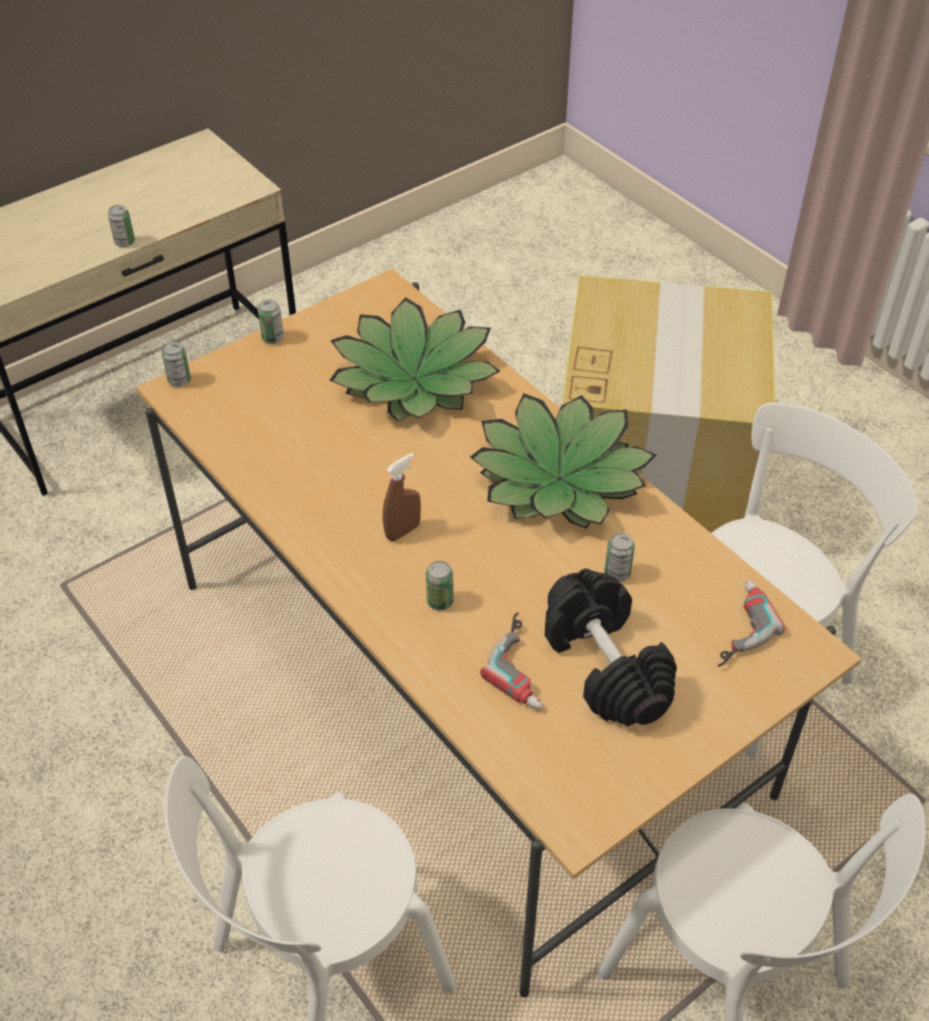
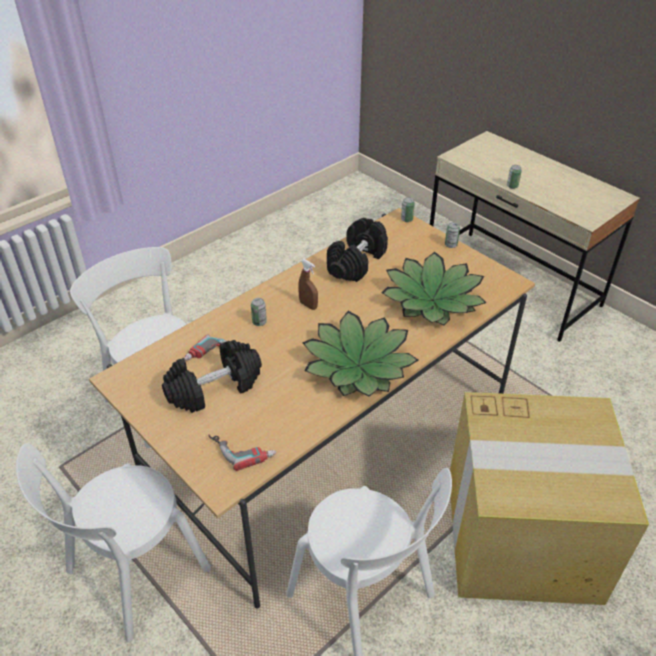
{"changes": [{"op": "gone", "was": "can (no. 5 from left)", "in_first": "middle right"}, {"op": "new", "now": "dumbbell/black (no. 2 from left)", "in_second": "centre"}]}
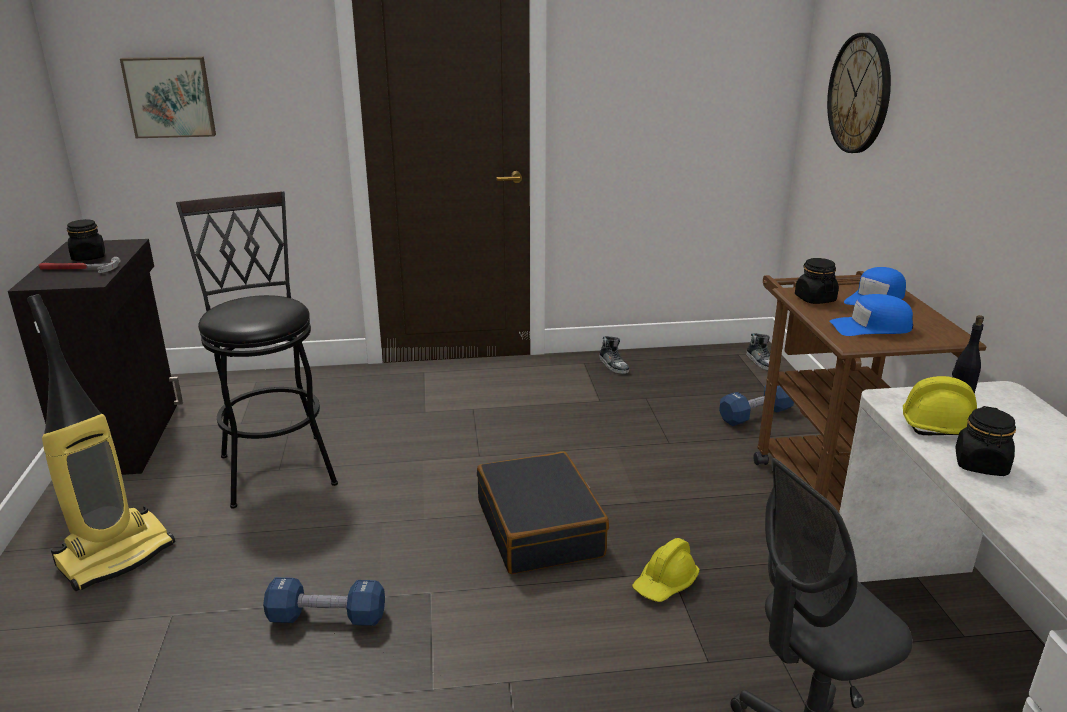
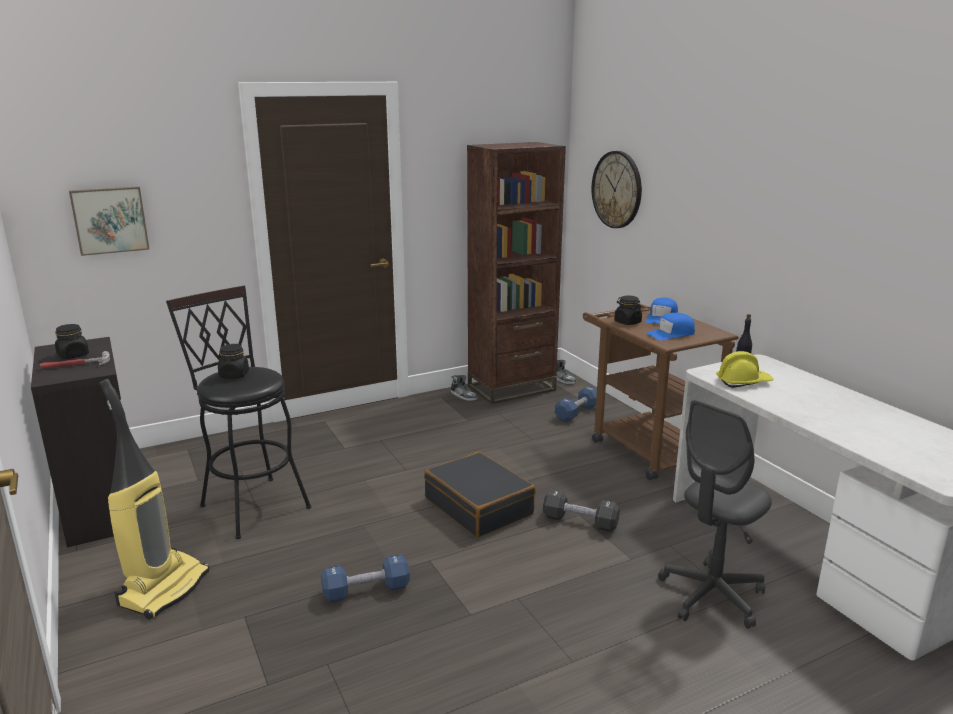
{"changes": [{"op": "swapped", "was": "hard hat/yellow (no. 1 from left)", "now": "dumbbell/black", "in_first": "bottom centre", "in_second": "bottom centre"}, {"op": "shifted", "was": "jar/black (no. 3 from left in the first image)", "now": "jar/black (no. 2 from left)", "in_first": "middle right", "in_second": "middle left"}, {"op": "new", "now": "bookcase/brown", "in_second": "centre"}]}
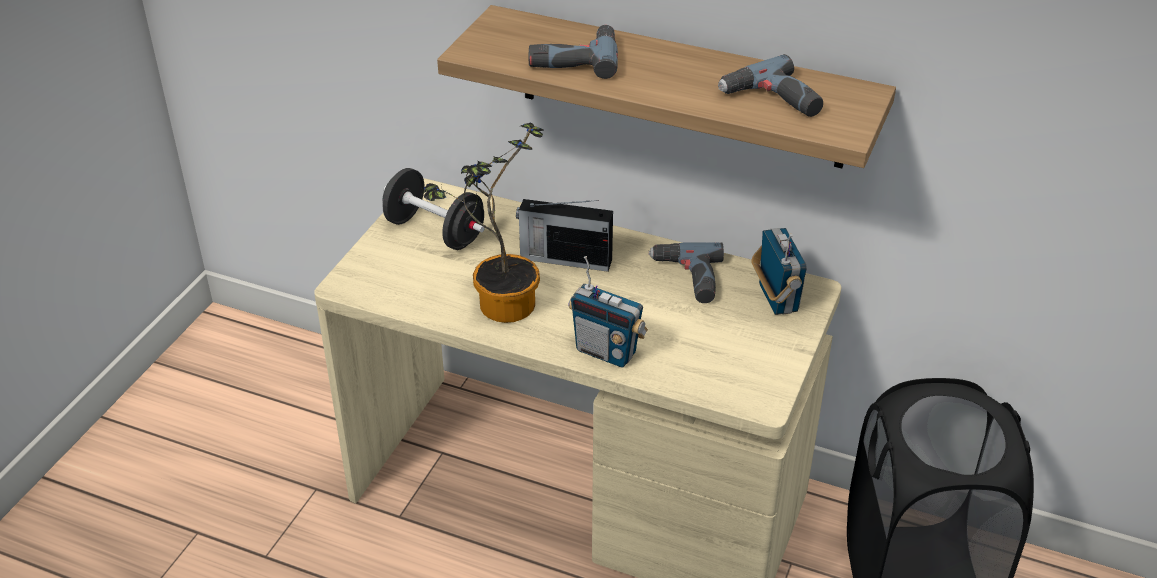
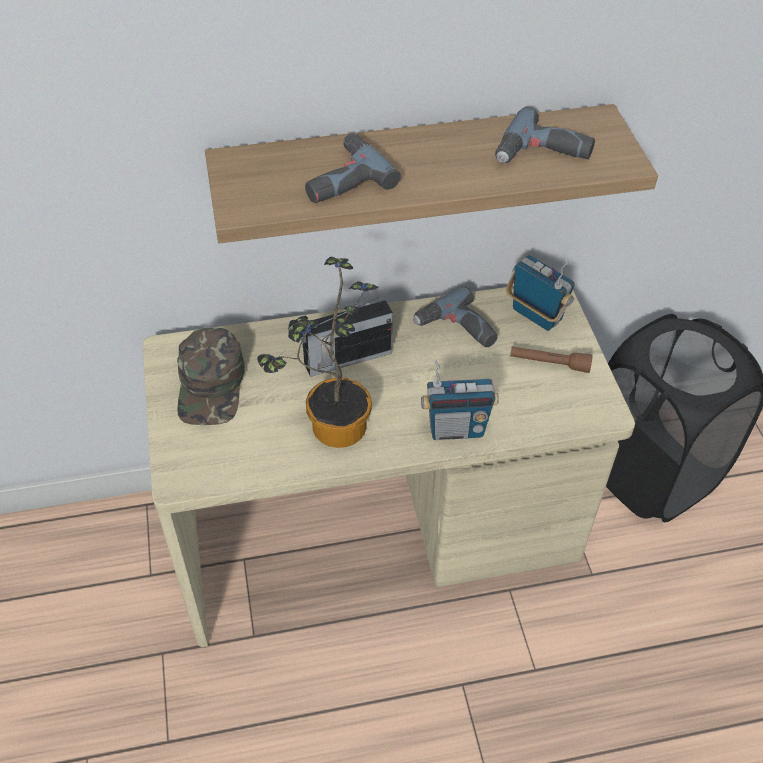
{"changes": [{"op": "swapped", "was": "dumbbell/black", "now": "cap/green", "in_first": "centre", "in_second": "middle left"}, {"op": "new", "now": "flashlight/brown", "in_second": "middle right"}]}
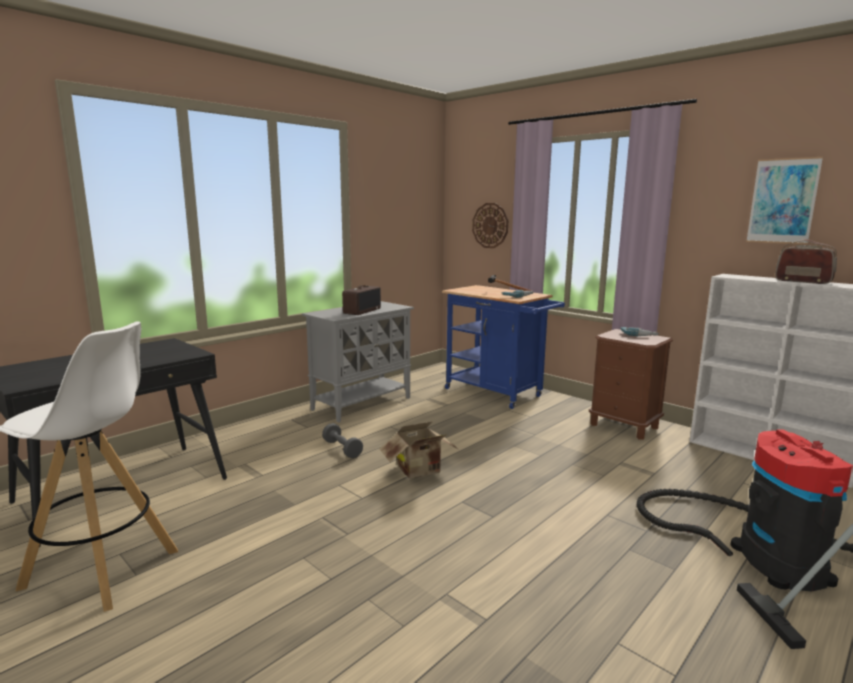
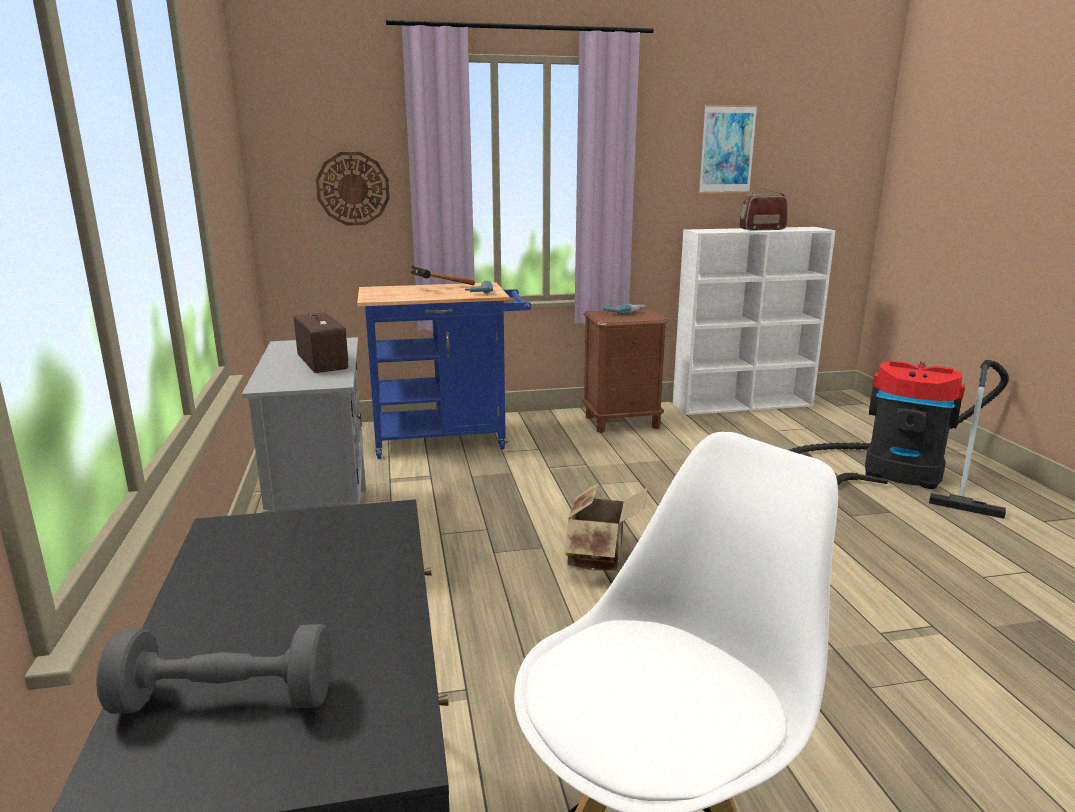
{"changes": [{"op": "shifted", "was": "dumbbell/grey", "in_first": "centre", "in_second": "bottom left"}]}
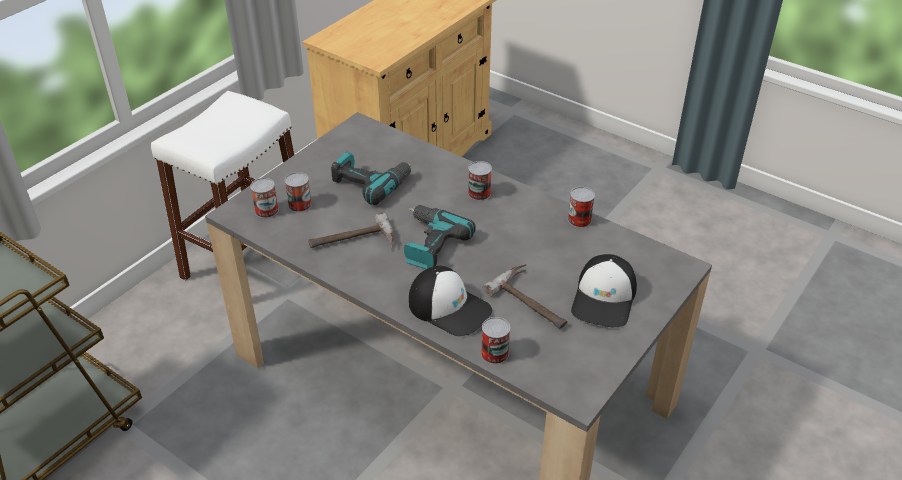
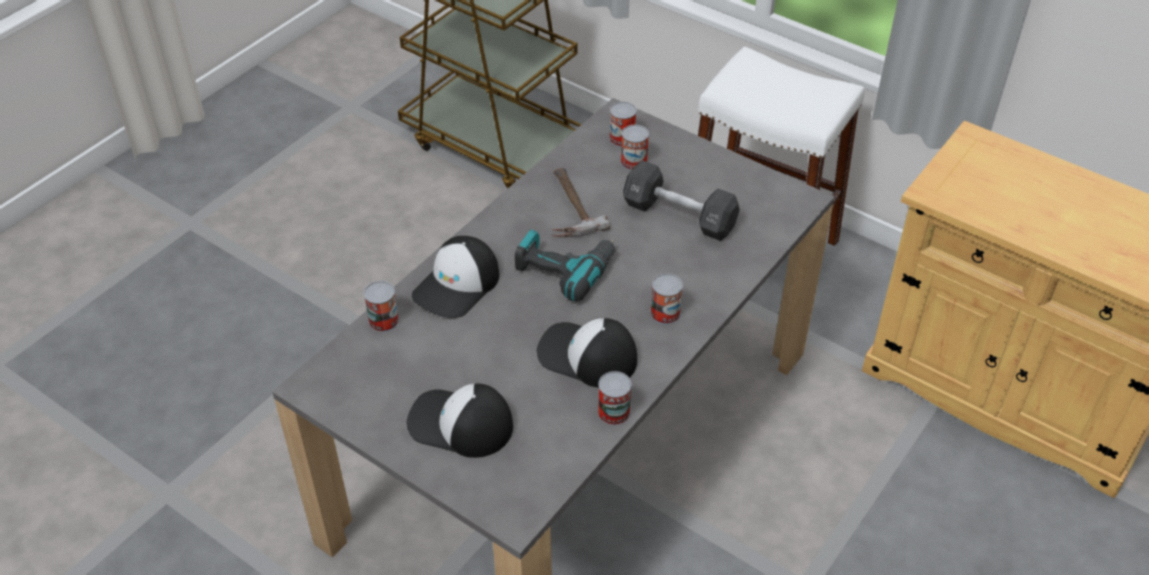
{"changes": [{"op": "swapped", "was": "power drill (no. 1 from left)", "now": "dumbbell/black", "in_first": "centre", "in_second": "centre"}, {"op": "gone", "was": "hammer (no. 2 from left)", "in_first": "centre"}, {"op": "new", "now": "cap (no. 3 from left)", "in_second": "centre"}]}
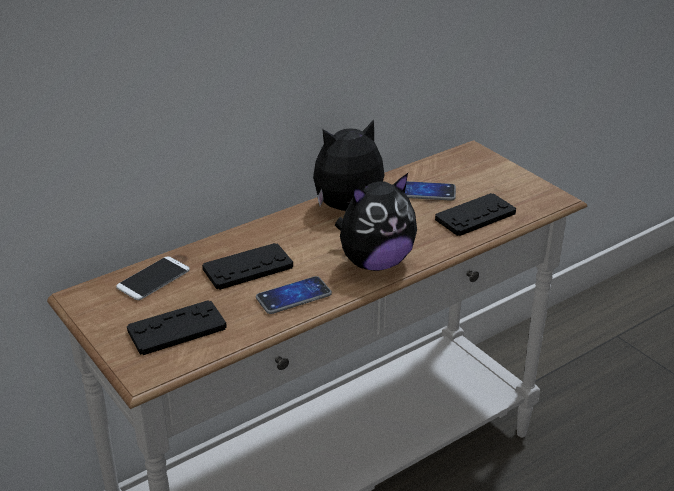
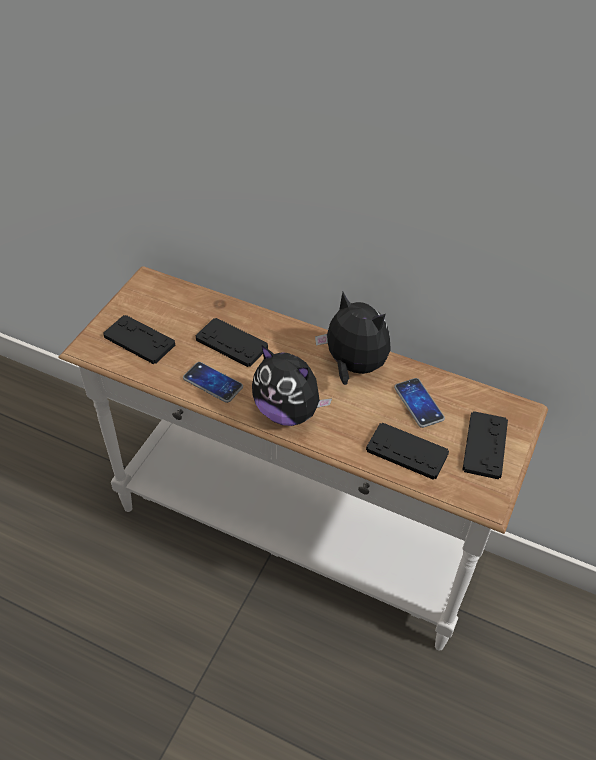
{"changes": [{"op": "gone", "was": "phone (no. 1 from left)", "in_first": "middle left"}, {"op": "new", "now": "game controller/black (no. 4 from left)", "in_second": "middle right"}]}
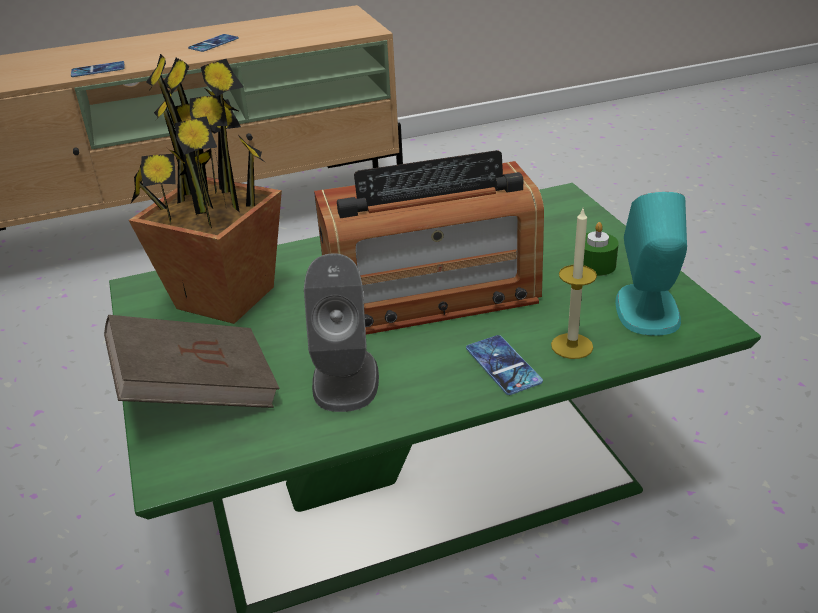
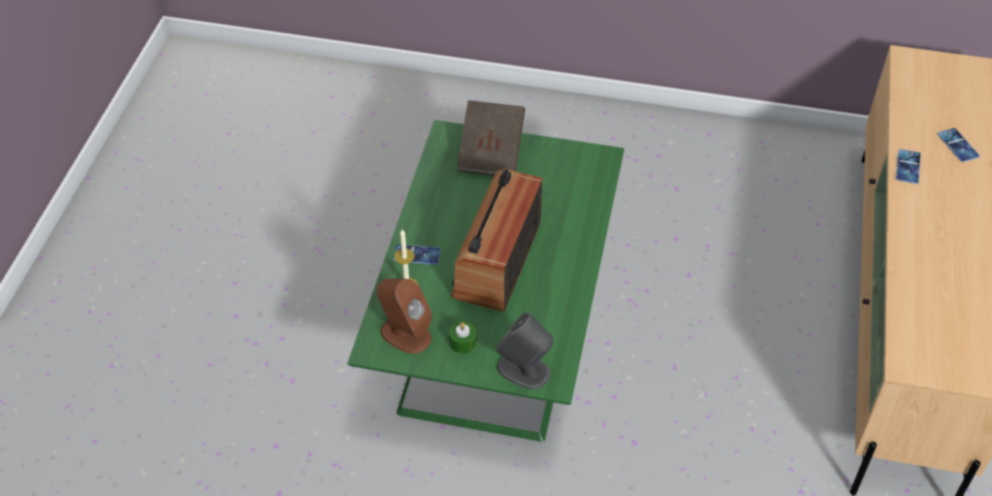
{"changes": [{"op": "gone", "was": "potted plant", "in_first": "top left"}, {"op": "shifted", "was": "phone (no. 2 from left in the first image)", "now": "phone (no. 3 from left)", "in_first": "top left", "in_second": "top right"}, {"op": "shifted", "was": "speaker/grey", "in_first": "centre", "in_second": "bottom centre"}, {"op": "repainted", "was": "speaker/turquoise", "now": "speaker/brown", "in_first": "middle right", "in_second": "centre"}]}
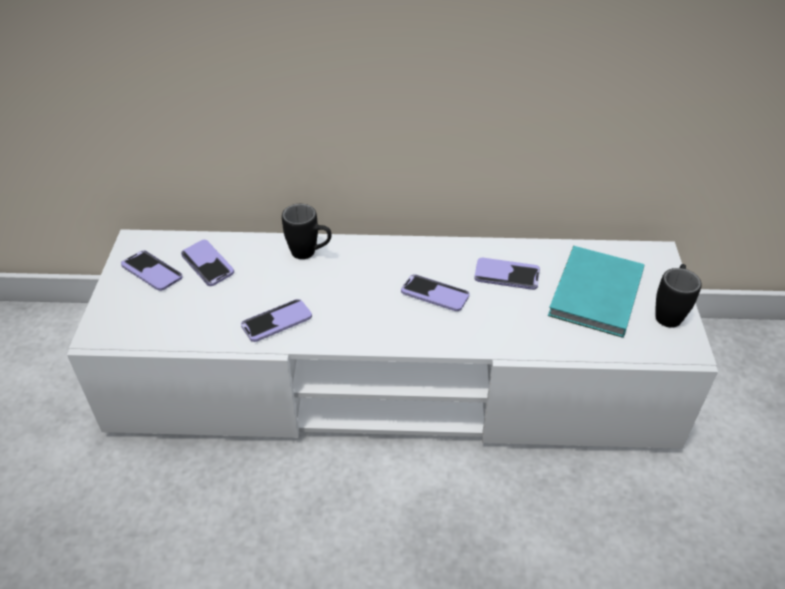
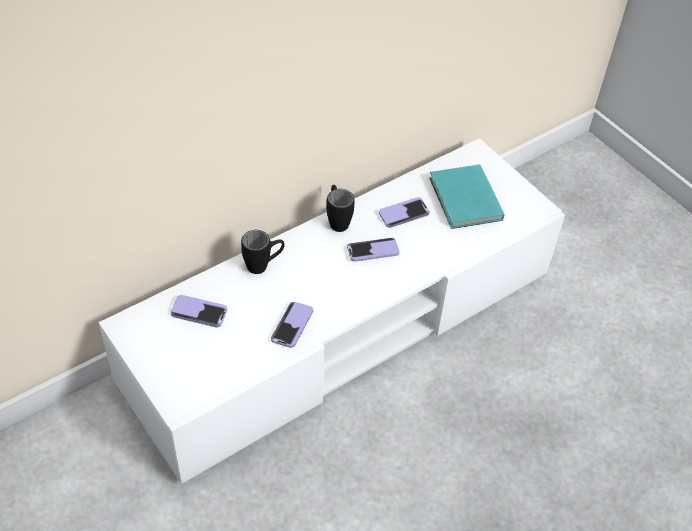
{"changes": [{"op": "gone", "was": "phone (no. 1 from left)", "in_first": "middle left"}, {"op": "shifted", "was": "mug/black (no. 2 from left)", "in_first": "middle right", "in_second": "centre"}]}
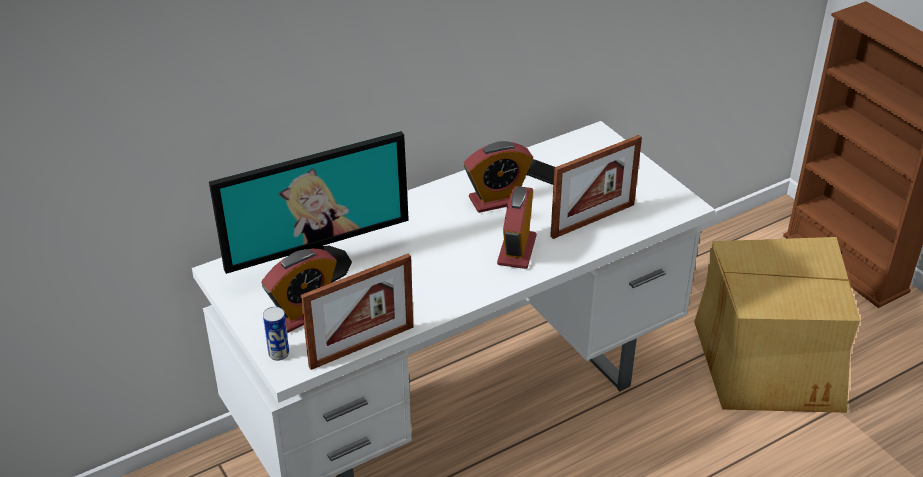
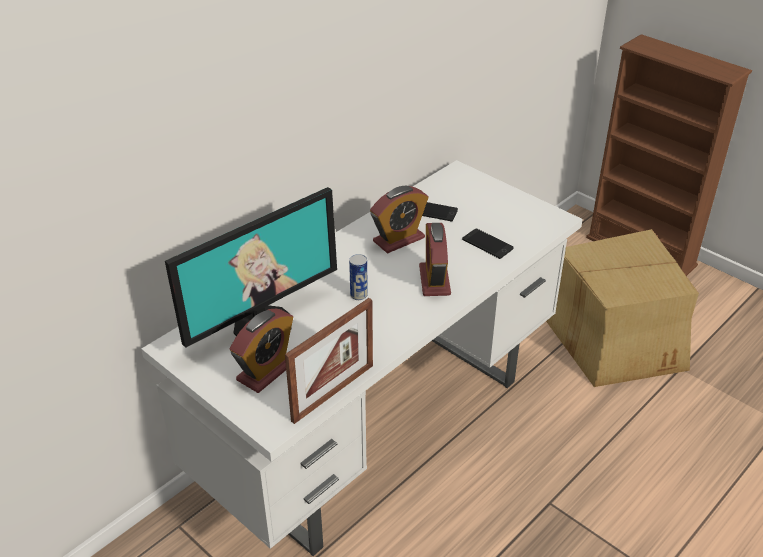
{"changes": [{"op": "shifted", "was": "can", "in_first": "bottom left", "in_second": "centre"}, {"op": "swapped", "was": "picture frame (no. 2 from left)", "now": "phone (no. 2 from left)", "in_first": "centre", "in_second": "centre"}]}
